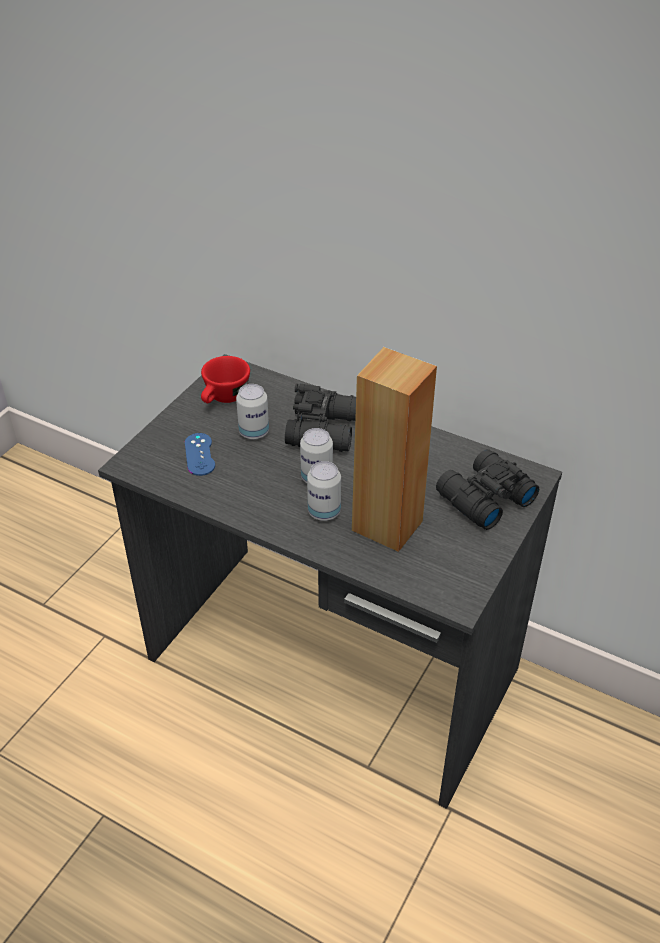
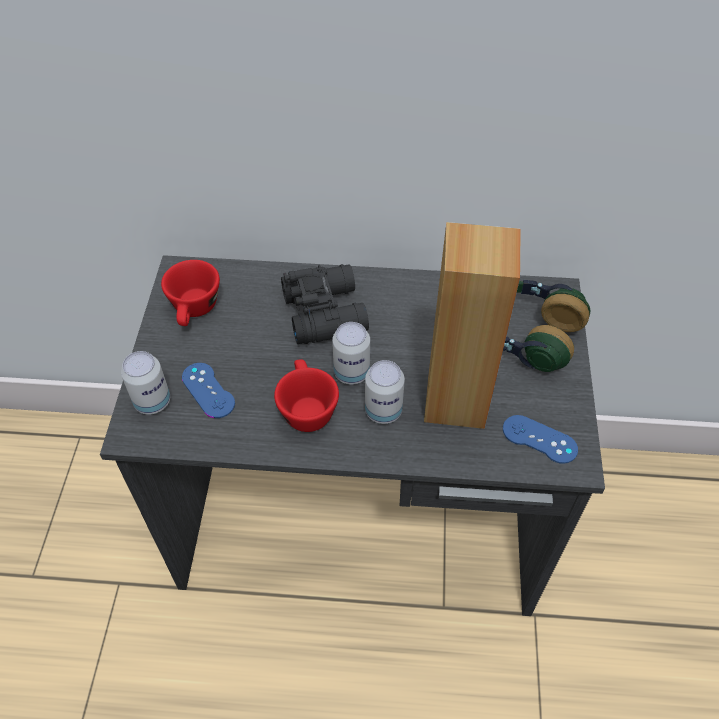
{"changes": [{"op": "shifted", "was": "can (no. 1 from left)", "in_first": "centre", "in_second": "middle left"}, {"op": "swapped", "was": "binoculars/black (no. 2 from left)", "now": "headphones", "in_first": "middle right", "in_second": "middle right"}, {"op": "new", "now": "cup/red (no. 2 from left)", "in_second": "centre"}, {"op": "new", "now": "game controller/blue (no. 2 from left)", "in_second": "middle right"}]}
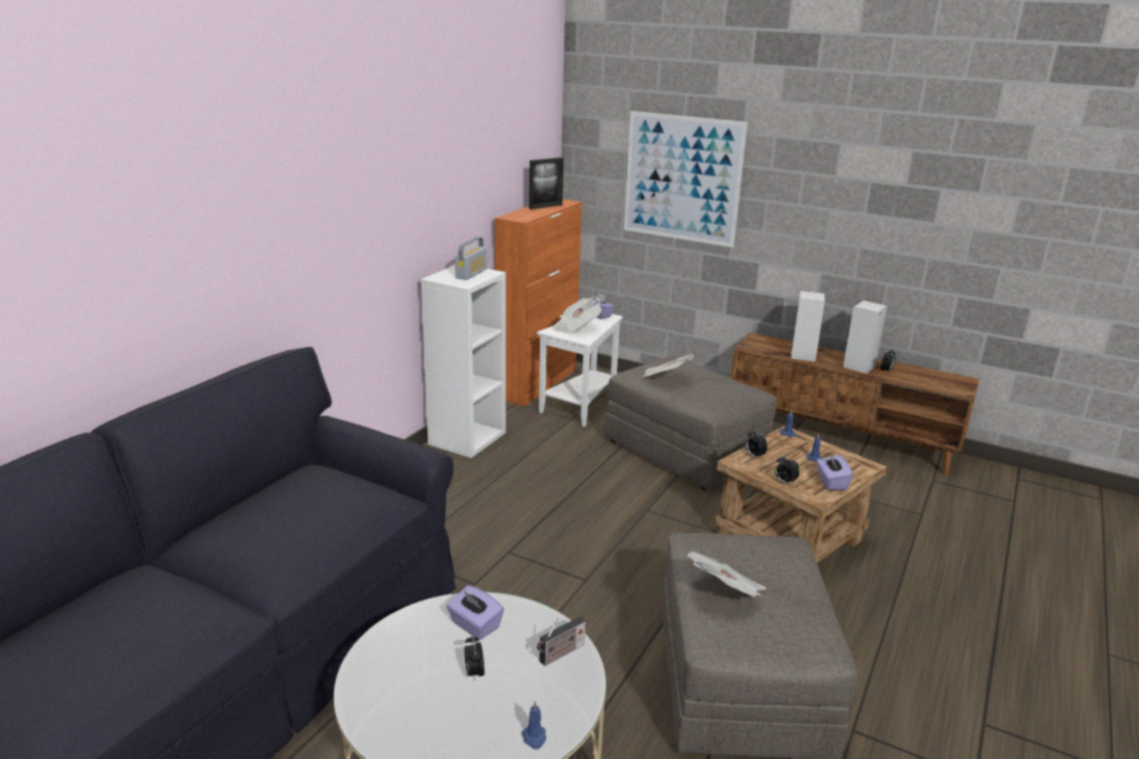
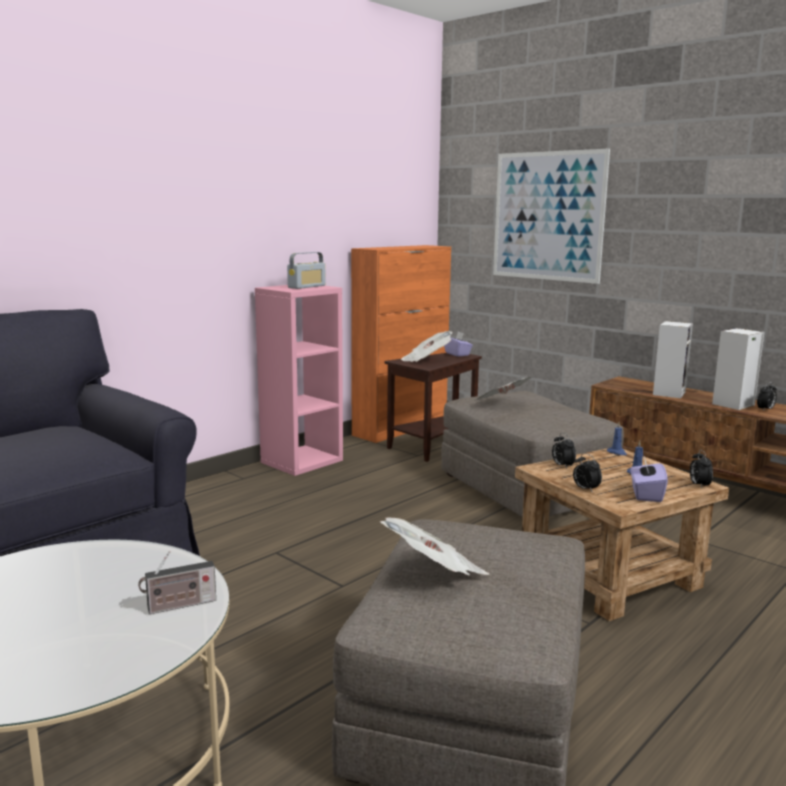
{"changes": [{"op": "repainted", "was": "bookcase/white", "now": "bookcase/pink", "in_first": "centre", "in_second": "centre"}, {"op": "gone", "was": "tissue box/purple (no. 1 from left)", "in_first": "bottom centre"}, {"op": "shifted", "was": "alarm clock (no. 1 from left in the first image)", "now": "alarm clock (no. 3 from left)", "in_first": "bottom centre", "in_second": "middle right"}, {"op": "gone", "was": "candle/blue (no. 1 from left)", "in_first": "bottom centre"}, {"op": "gone", "was": "picture frame", "in_first": "top centre"}, {"op": "repainted", "was": "side table/white", "now": "side table/brown (no. 1 from left)", "in_first": "centre", "in_second": "centre"}]}
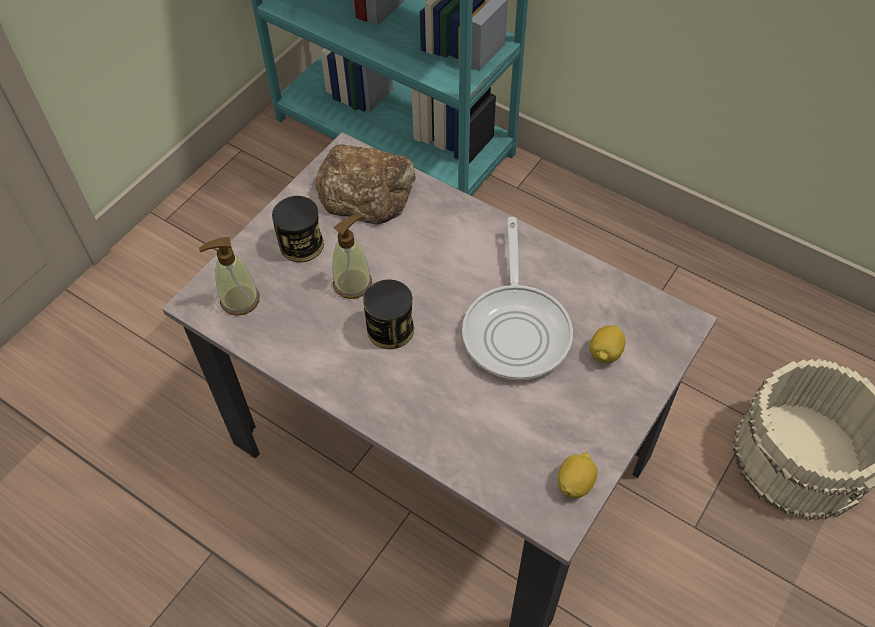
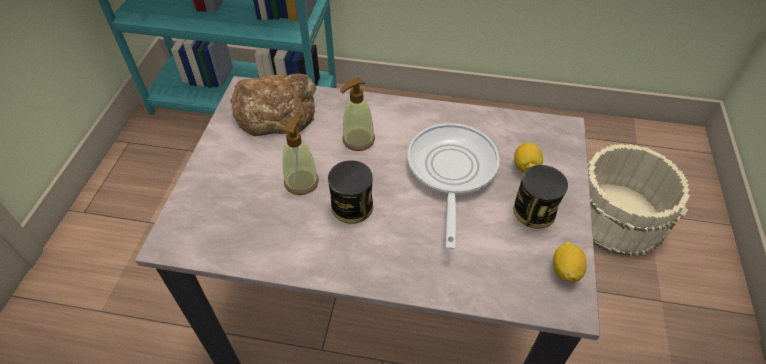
{"changes": [{"op": "shifted", "was": "soap dispenser (no. 1 from left in the first image)", "now": "soap dispenser (no. 2 from left)", "in_first": "middle left", "in_second": "top centre"}, {"op": "shifted", "was": "can (no. 1 from left in the first image)", "now": "can (no. 2 from left)", "in_first": "centre", "in_second": "middle right"}, {"op": "rotated", "was": "frying pan", "in_first": "centre", "in_second": "centre", "clockwise": -150}]}
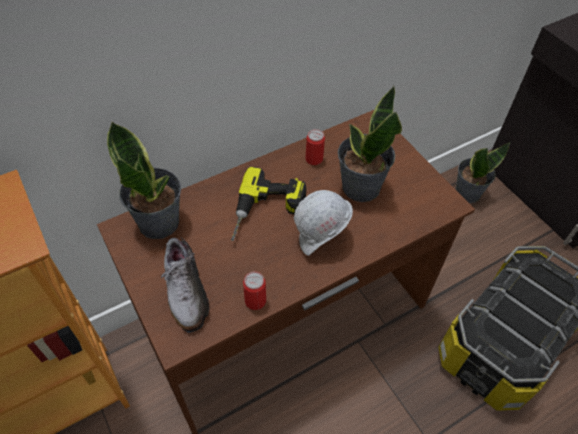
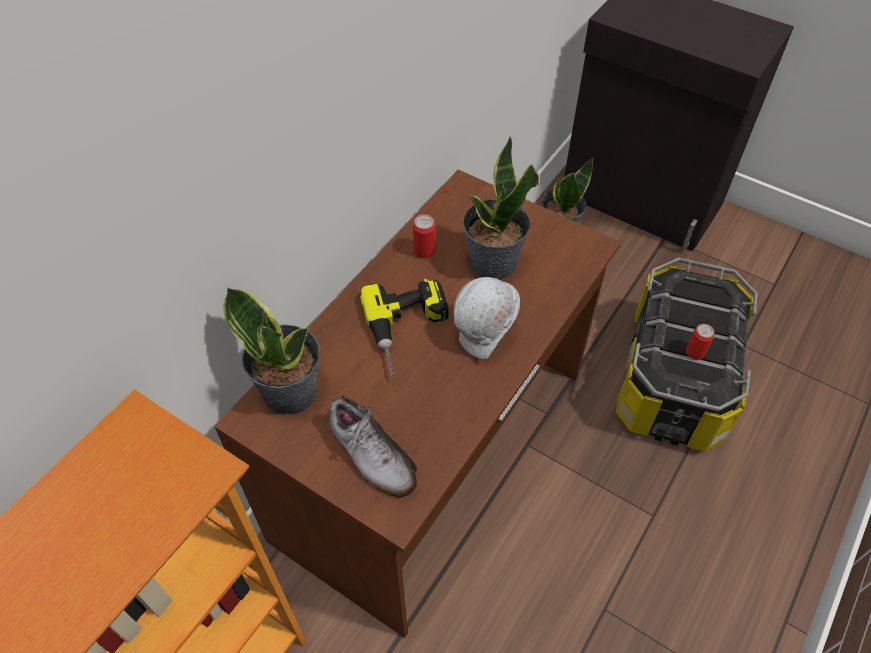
{"changes": [{"op": "shifted", "was": "can (no. 1 from left in the first image)", "now": "can (no. 2 from left)", "in_first": "bottom centre", "in_second": "middle right"}]}
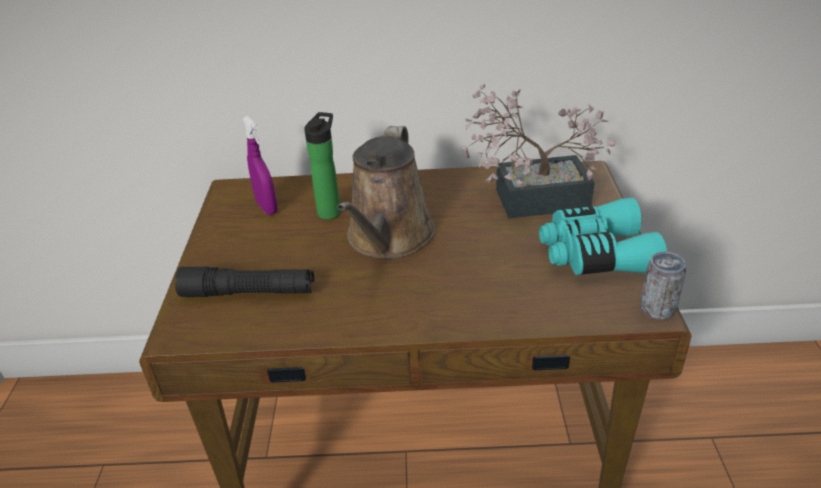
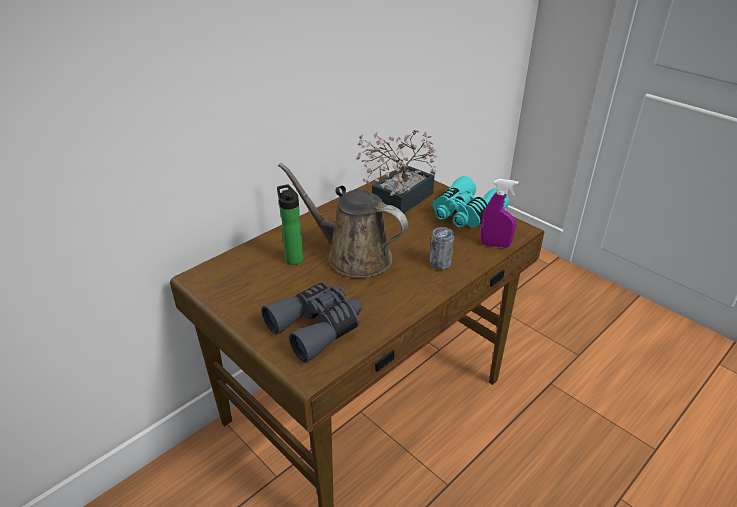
{"changes": [{"op": "swapped", "was": "flashlight/black", "now": "binoculars/grey", "in_first": "middle left", "in_second": "centre"}, {"op": "shifted", "was": "spray bottle/purple", "in_first": "middle left", "in_second": "middle right"}, {"op": "rotated", "was": "watering can/brown", "in_first": "centre", "in_second": "centre", "clockwise": 150}, {"op": "shifted", "was": "can", "in_first": "middle right", "in_second": "centre"}]}
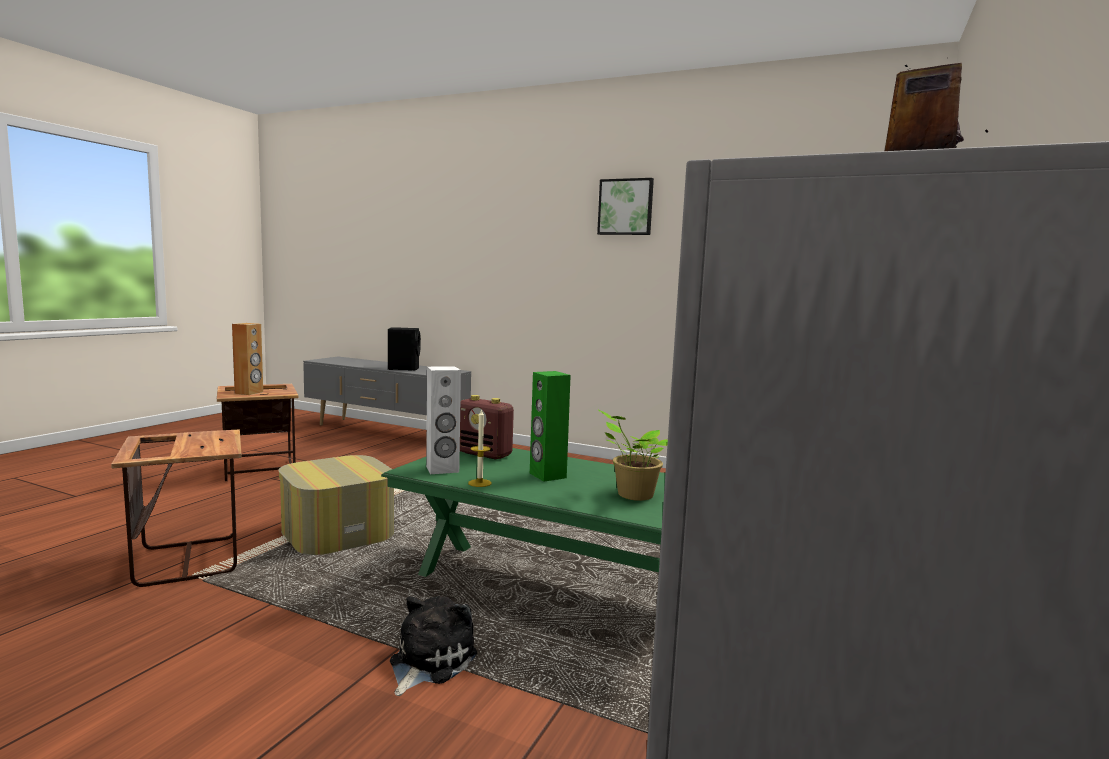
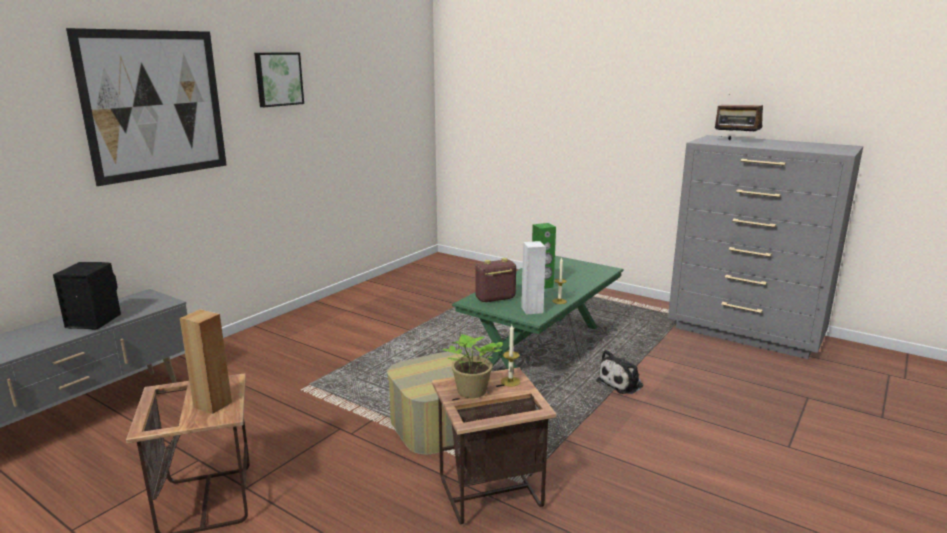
{"changes": [{"op": "rotated", "was": "plush toy", "in_first": "bottom centre", "in_second": "bottom centre", "clockwise": -75}, {"op": "rotated", "was": "radio (no. 1 from left)", "in_first": "centre", "in_second": "centre", "clockwise": -150}, {"op": "shifted", "was": "potted plant", "in_first": "centre", "in_second": "bottom centre"}, {"op": "new", "now": "picture (no. 1 from left)", "in_second": "top left"}, {"op": "new", "now": "candle (no. 1 from left)", "in_second": "bottom centre"}]}
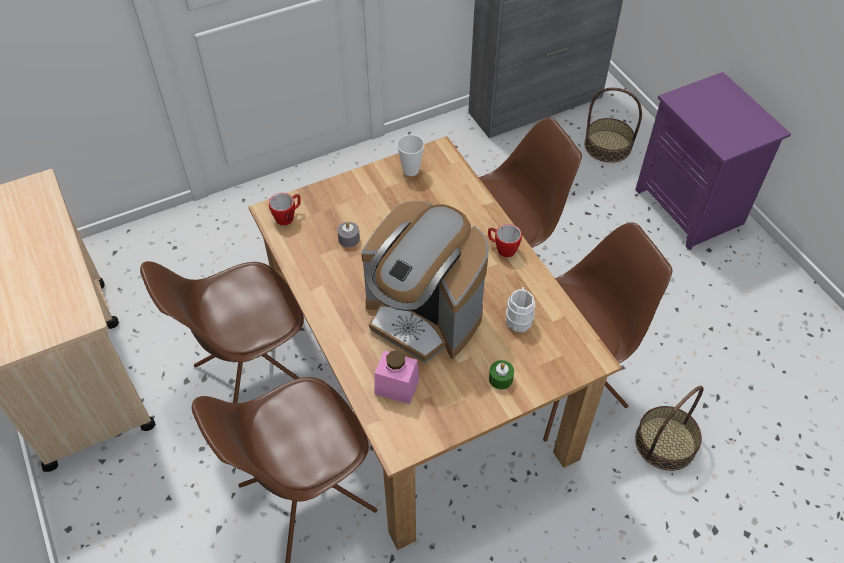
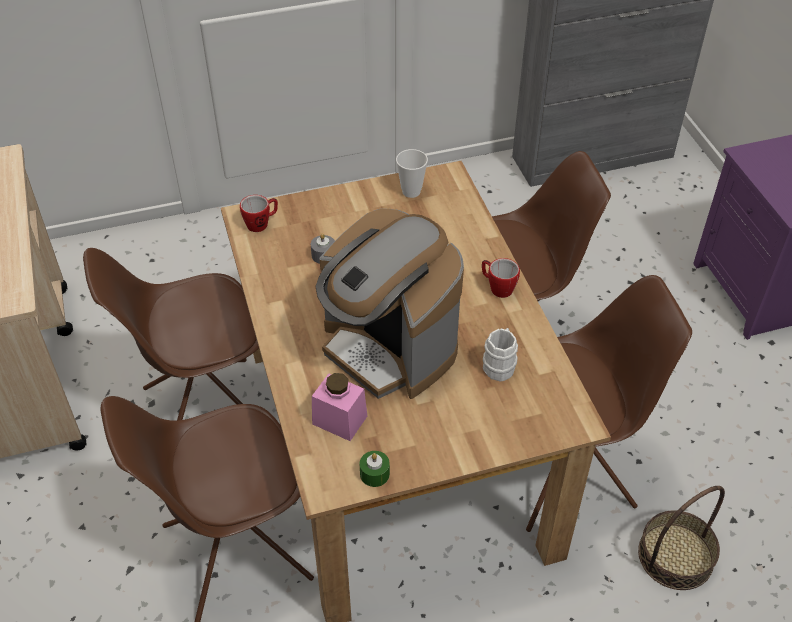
{"changes": [{"op": "shifted", "was": "candle/green", "in_first": "centre", "in_second": "bottom centre"}, {"op": "gone", "was": "basket (no. 1 from left)", "in_first": "top right"}]}
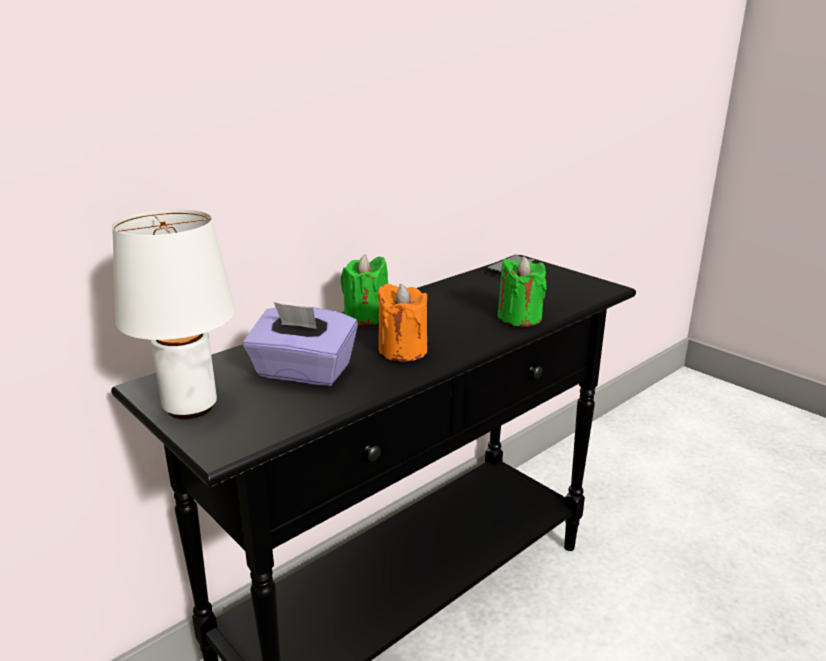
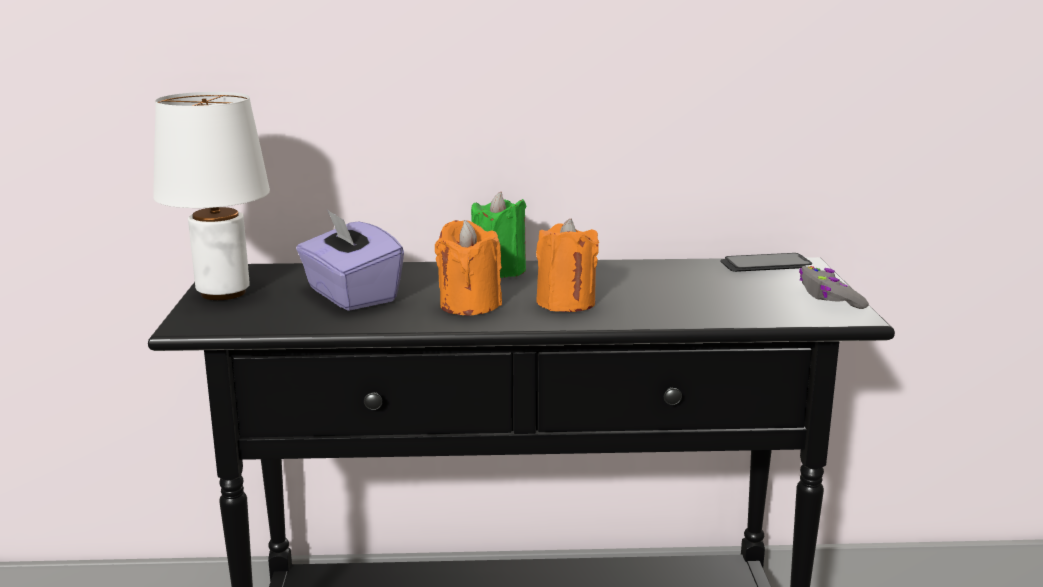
{"changes": [{"op": "gone", "was": "candle/green (no. 2 from left)", "in_first": "centre"}, {"op": "new", "now": "candle/orange (no. 2 from left)", "in_second": "centre"}, {"op": "new", "now": "game controller/grey", "in_second": "middle right"}]}
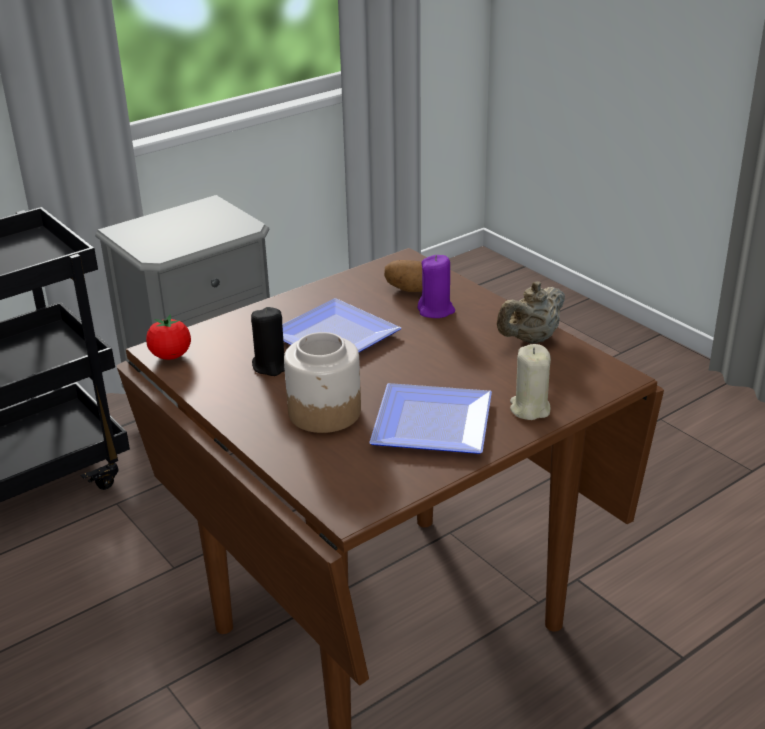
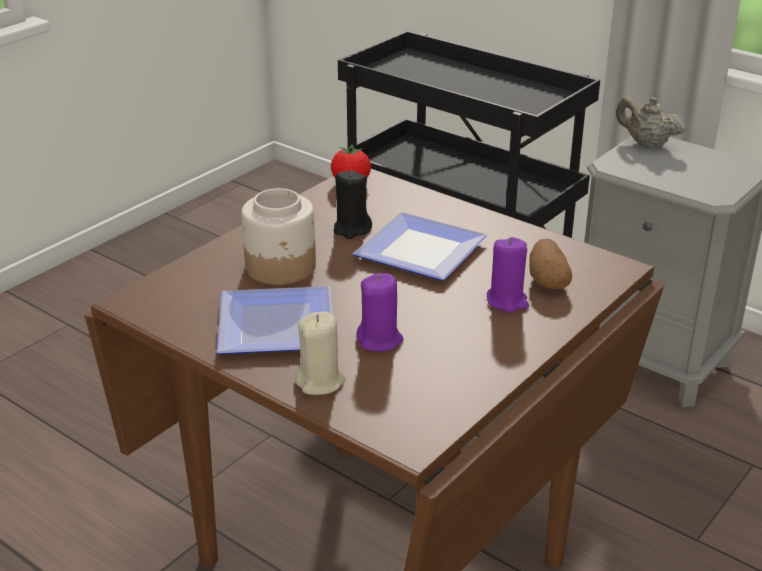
{"changes": [{"op": "shifted", "was": "teapot/beige", "in_first": "middle right", "in_second": "top right"}, {"op": "new", "now": "candle/purple (no. 1 from left)", "in_second": "centre"}]}
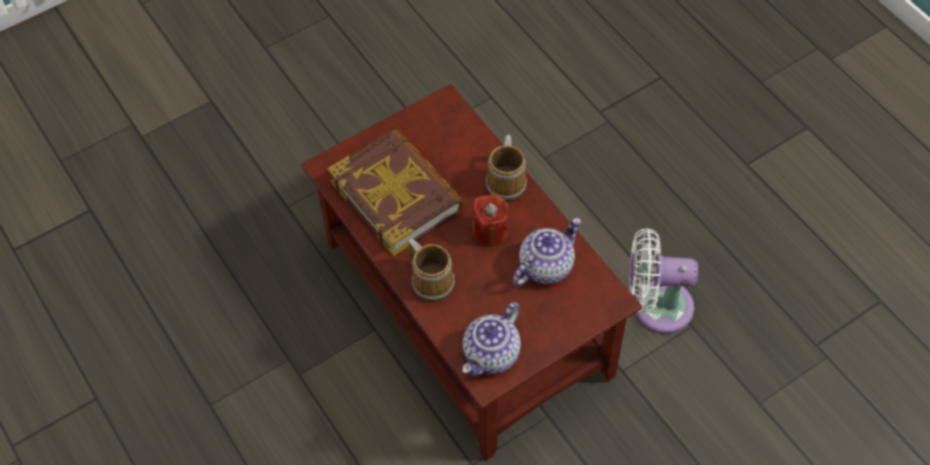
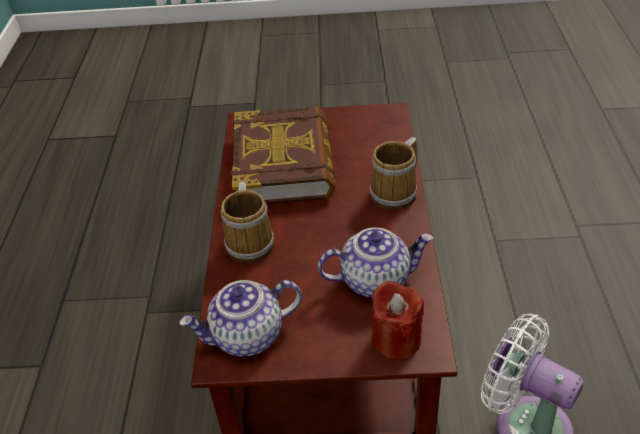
{"changes": [{"op": "shifted", "was": "candle/red", "in_first": "centre", "in_second": "bottom centre"}]}
